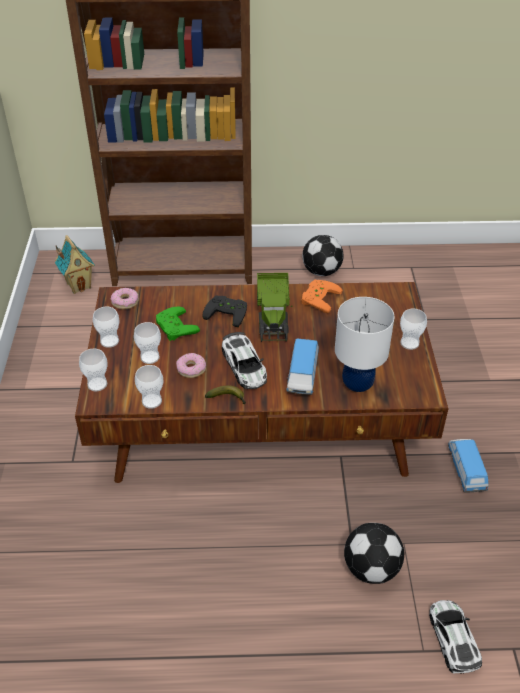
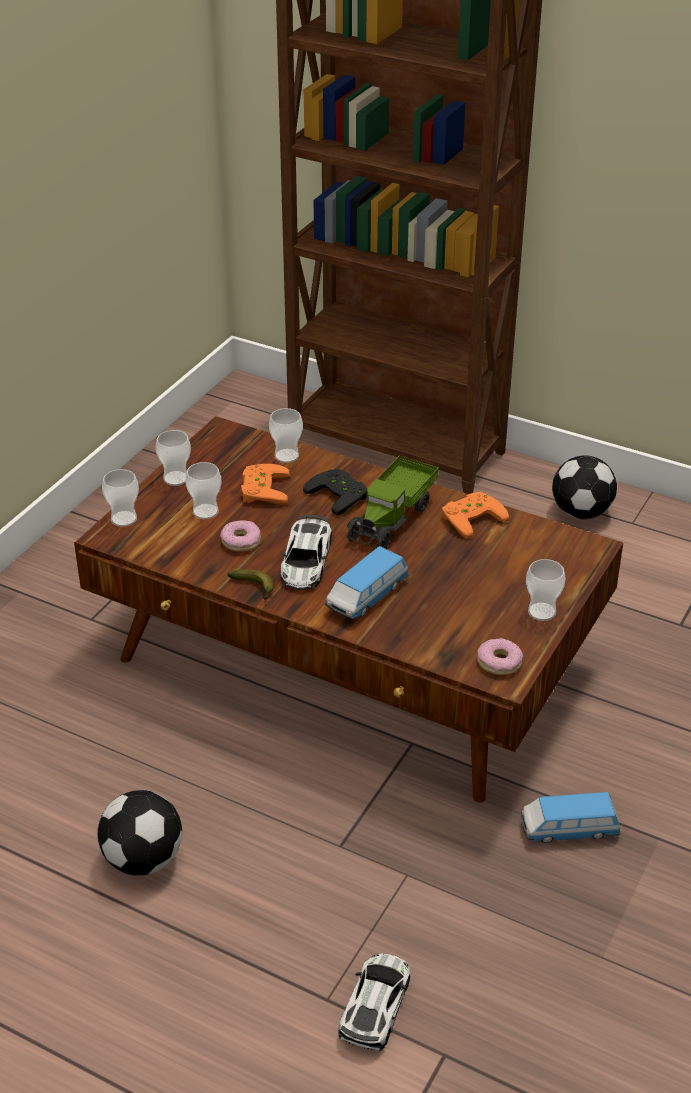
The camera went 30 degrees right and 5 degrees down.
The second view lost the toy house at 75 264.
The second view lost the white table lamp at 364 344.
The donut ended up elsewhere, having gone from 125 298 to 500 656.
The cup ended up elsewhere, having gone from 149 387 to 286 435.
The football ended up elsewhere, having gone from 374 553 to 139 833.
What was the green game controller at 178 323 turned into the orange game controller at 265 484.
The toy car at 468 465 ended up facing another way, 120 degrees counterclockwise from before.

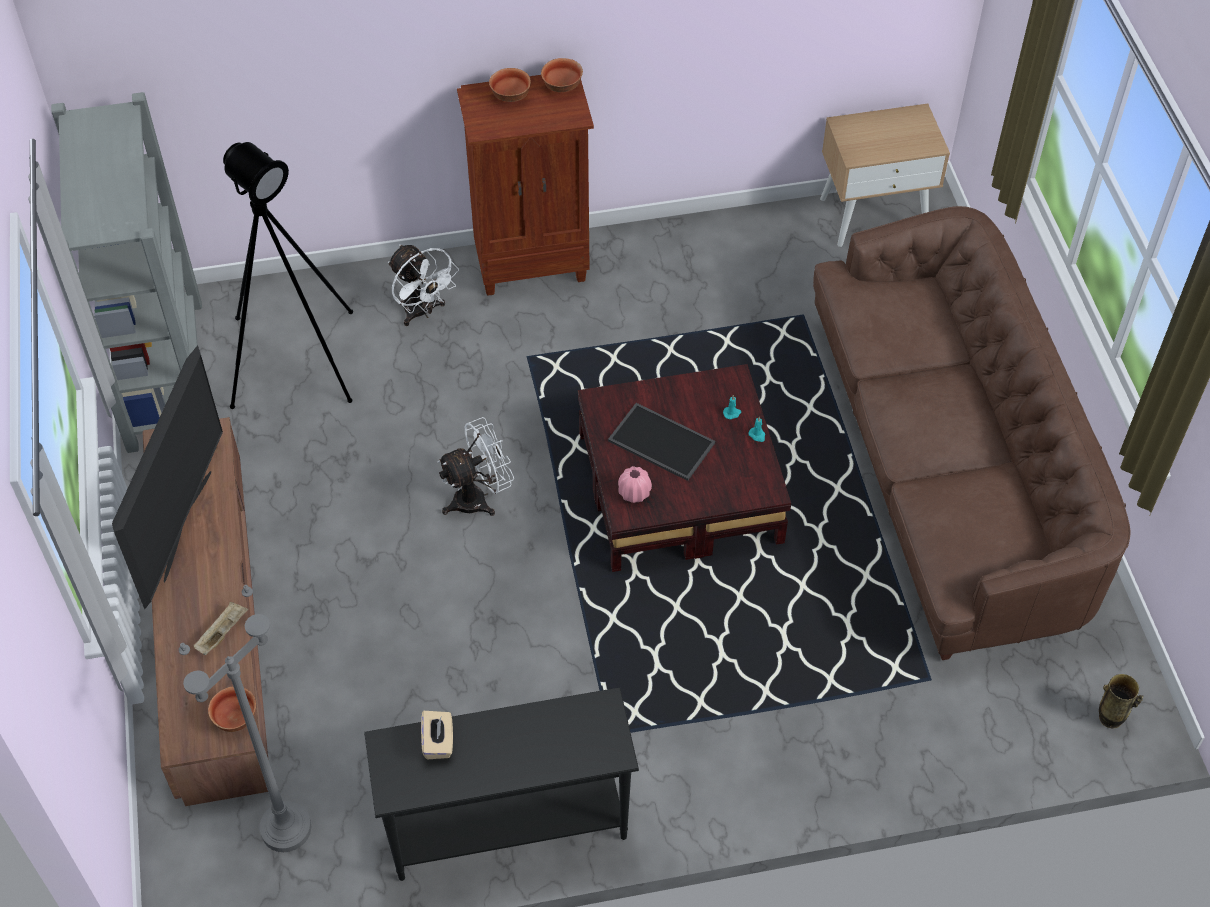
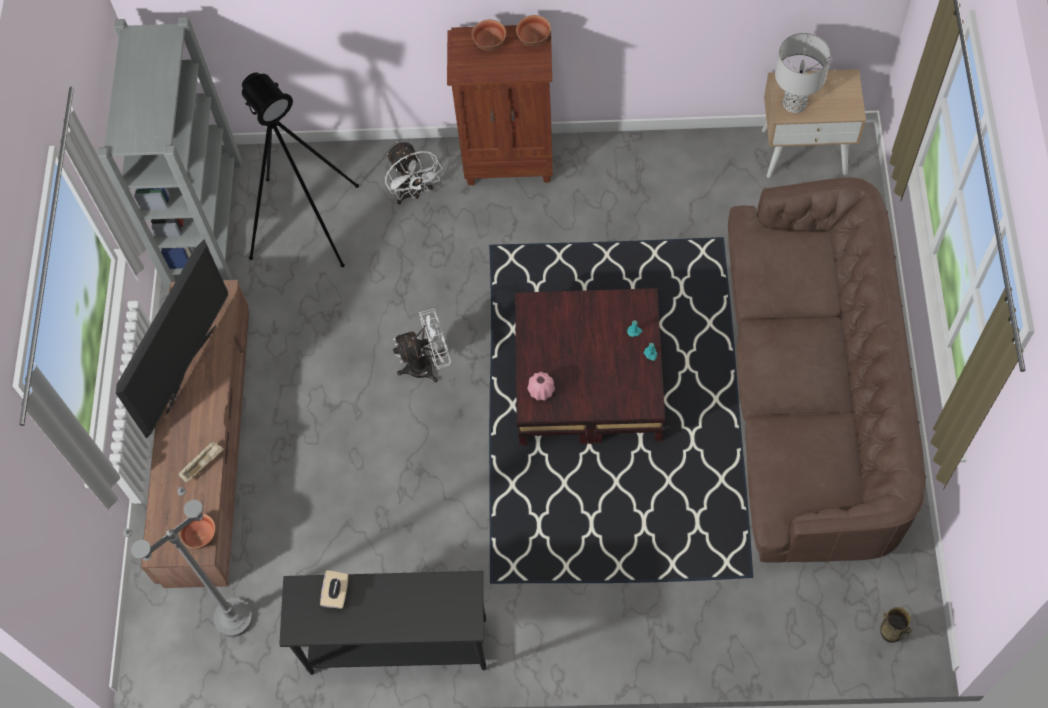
The camera went 15 degrees right and 10 degrees up.
The second view lost the tray at 661 442.
The second view gained the white table lamp at 803 73.

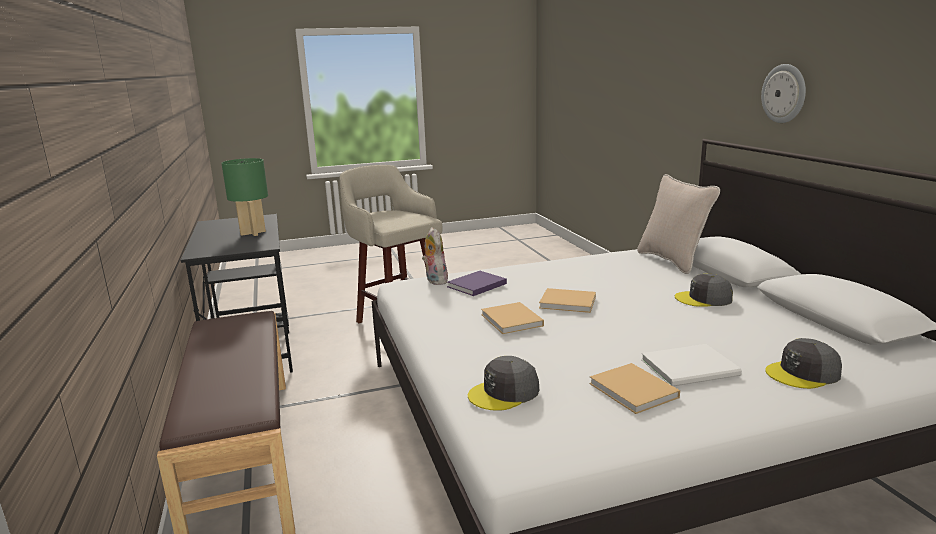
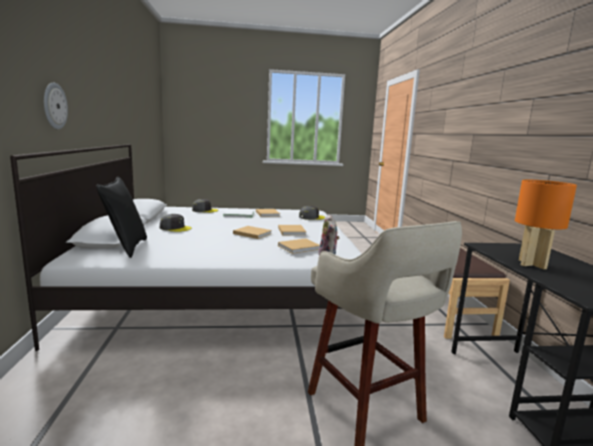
The camera went 170 degrees left and 5 degrees down.
What was the green table lamp at 244 197 turned into the orange table lamp at 546 224.
What was the purple book at 477 283 turned into the beige book at 299 246.
What was the beige pillow at 678 224 turned into the black pillow at 121 217.

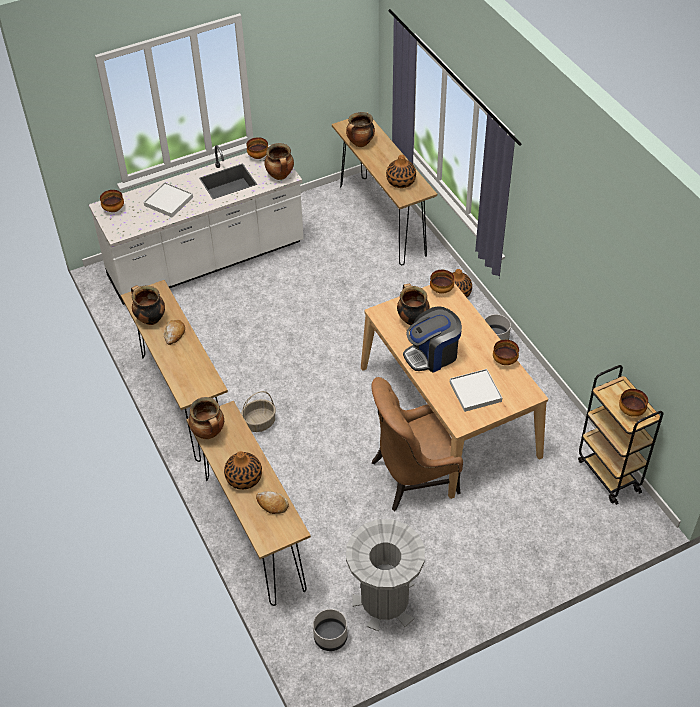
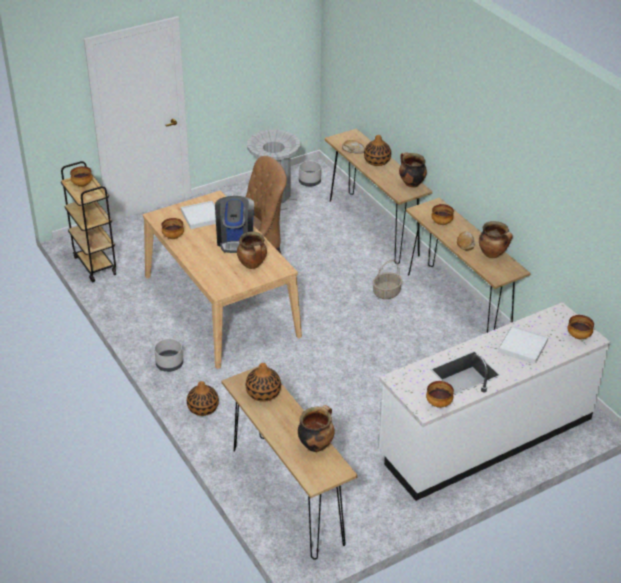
The camera went 175 degrees right and 10 degrees down.
The second view lost the cooking pot at 279 161.
The bowl ended up elsewhere, having gone from 442 282 to 442 214.
The coffee machine at 432 339 ended up facing another way, 120 degrees clockwise from before.

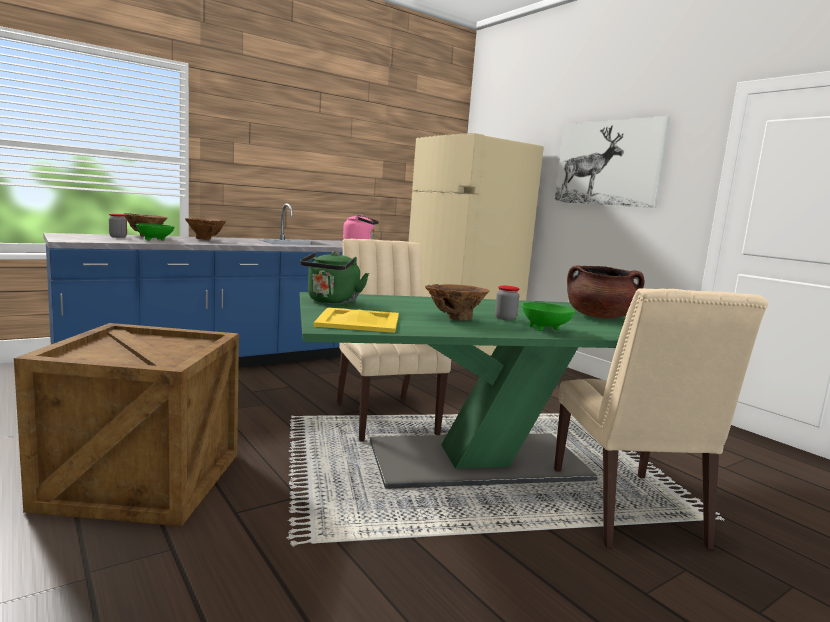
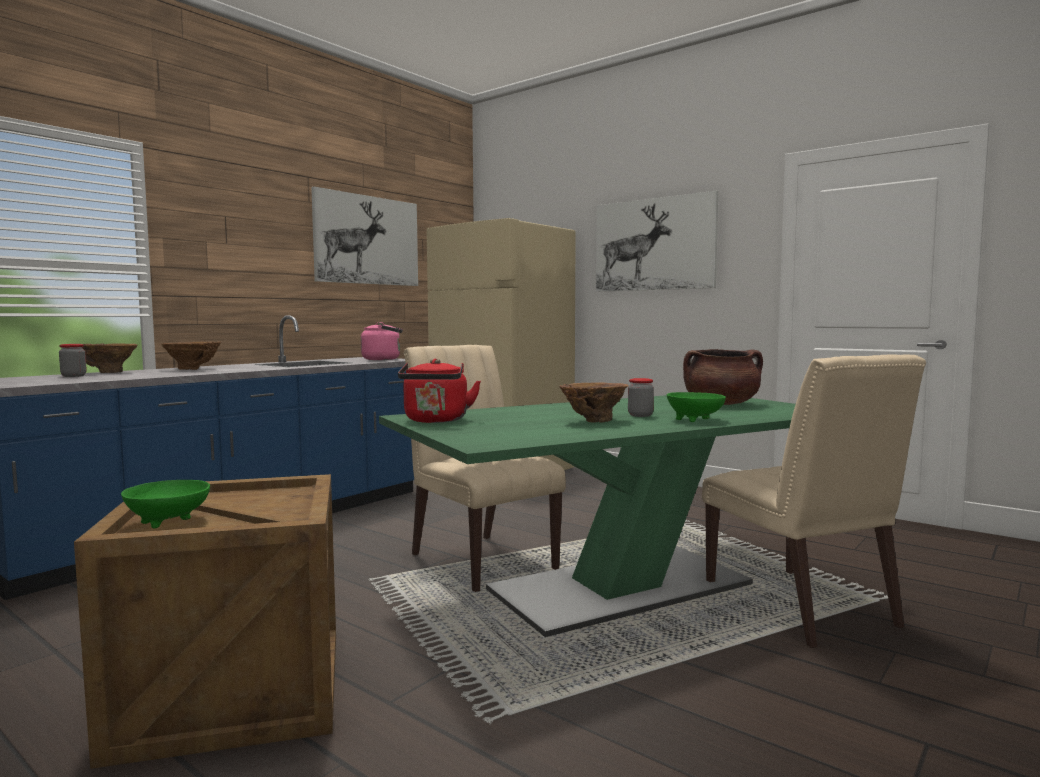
The camera went 15 degrees left and 5 degrees down.
The second view lost the yellow tray at 356 320.
The second view gained the picture at 364 236.
The green bowl ended up elsewhere, having gone from 155 232 to 165 504.
What was the green kettle at 334 277 turned into the red kettle at 439 391.

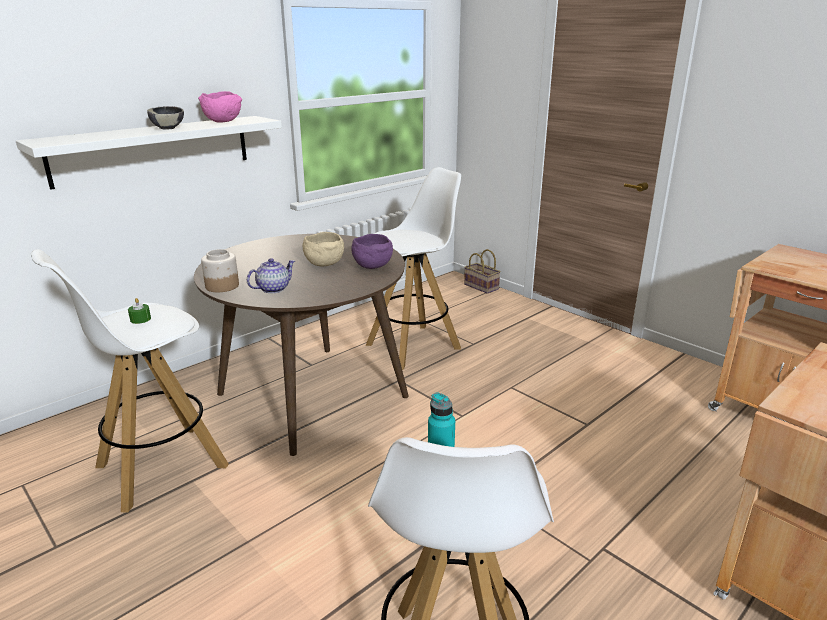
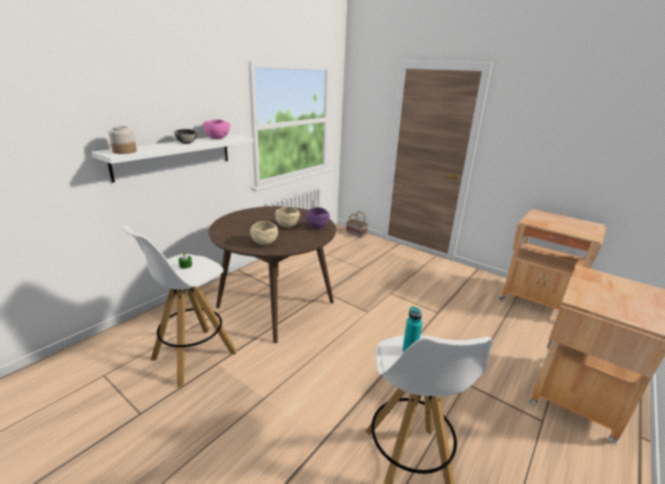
The camera went 10 degrees left and 0 degrees up.
The second view lost the white stool at 413 268.
The jar ended up elsewhere, having gone from 220 270 to 122 140.
Where the teapot stood at 271 275, the beige bowl came to stand at 264 233.

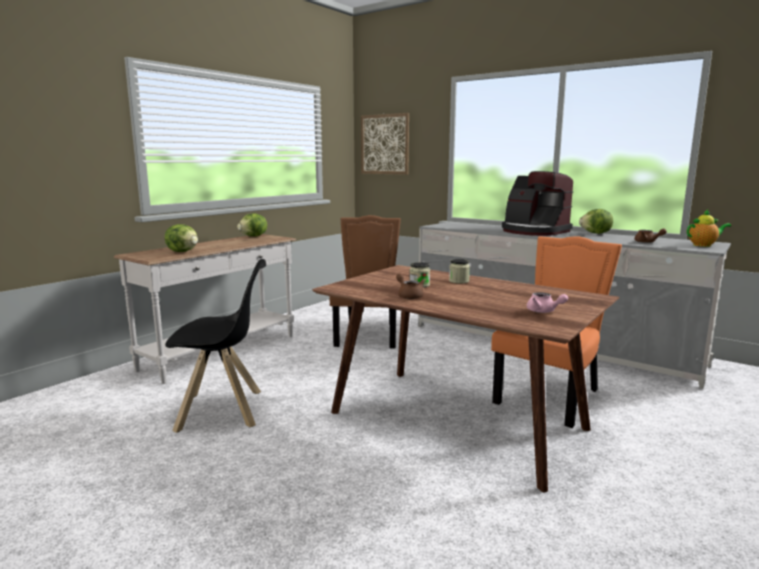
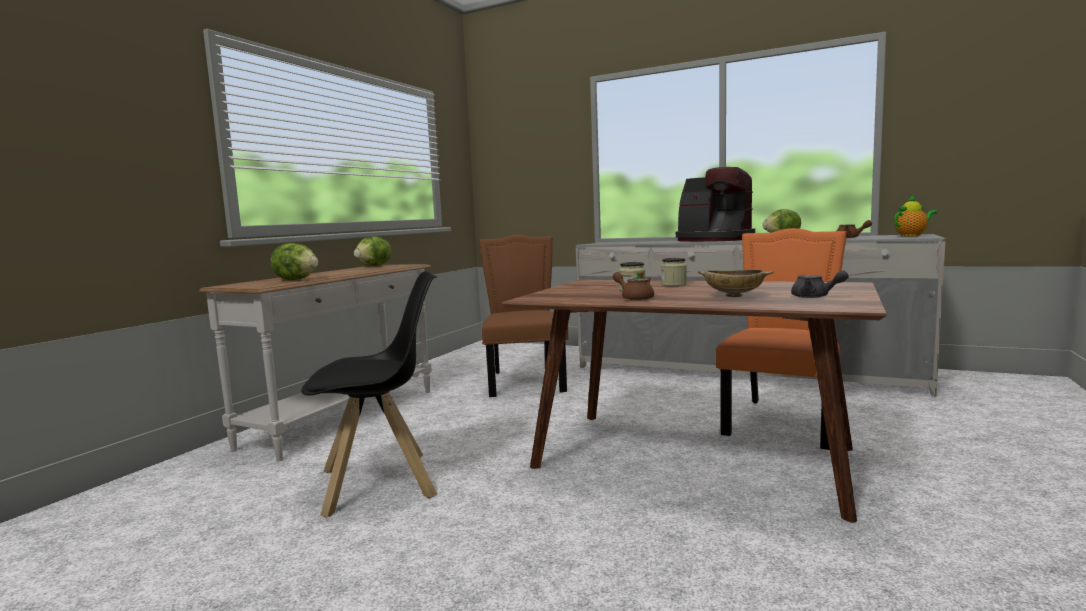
The camera went 10 degrees left and 5 degrees down.
The second view lost the picture at 385 144.
The second view gained the beige bowl at 735 283.
What was the pink teapot at 547 302 turned into the grey teapot at 820 284.

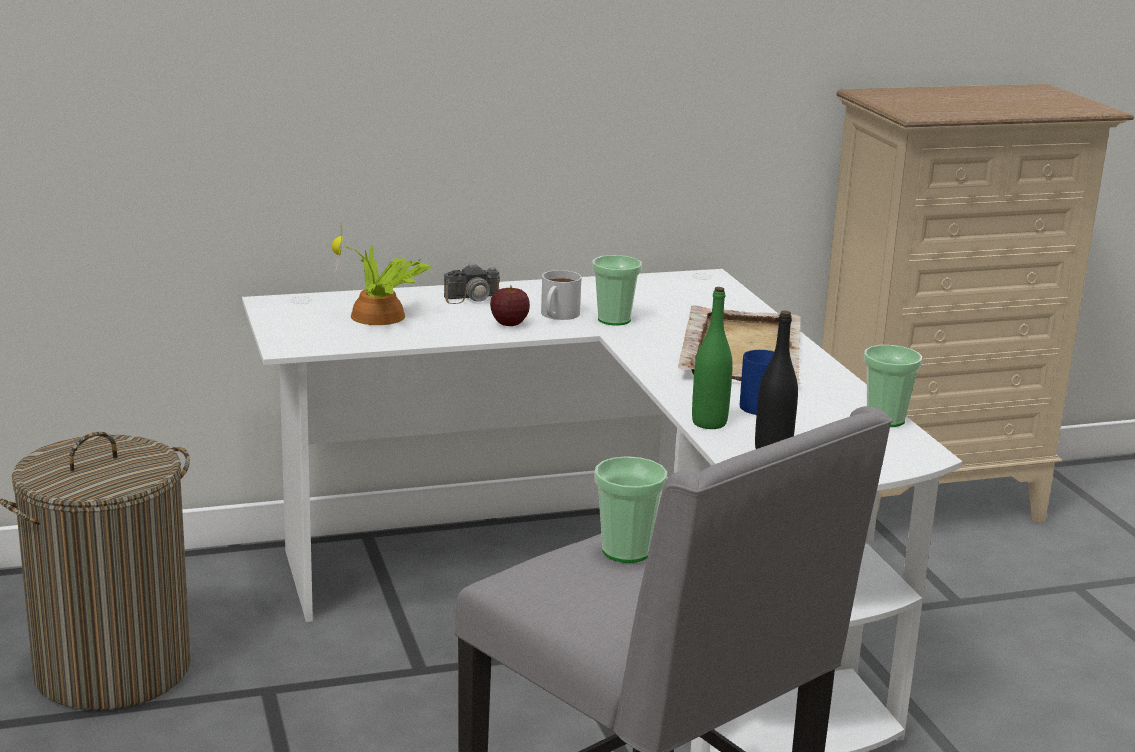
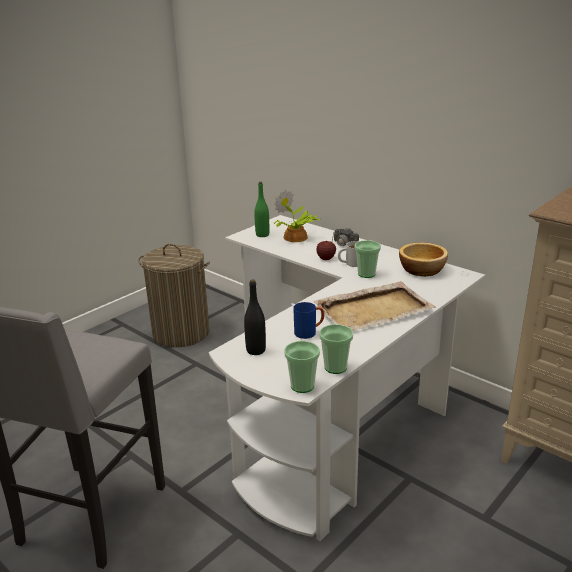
The camera went 60 degrees right and 5 degrees up.
The second view gained the bowl at 423 259.
The cup ended up elsewhere, having gone from 630 509 to 302 367.
The green bottle ended up elsewhere, having gone from 712 358 to 261 209.

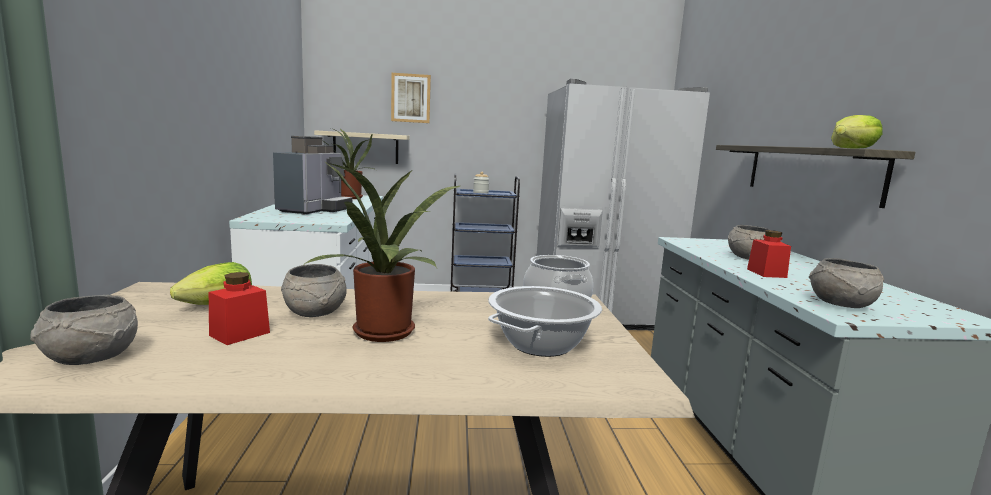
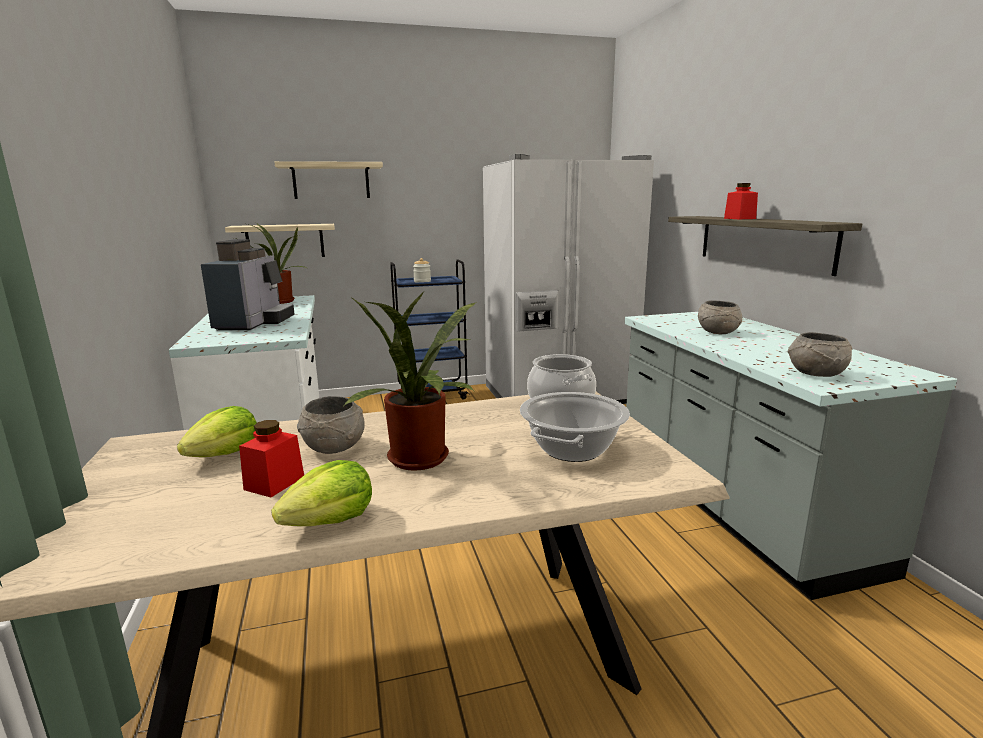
The camera went 10 degrees left and 5 degrees up.
The second view lost the grey bowl at 84 330.
The red jar ended up elsewhere, having gone from 769 254 to 741 201.
The lettuce ended up elsewhere, having gone from 857 132 to 321 493.
Where the picture hung at 411 98, the shelf came to hang at 328 180.

